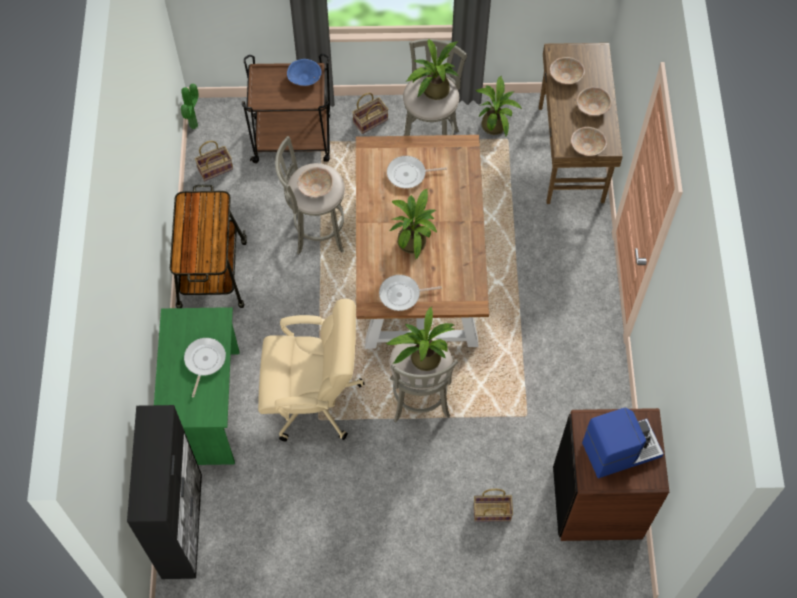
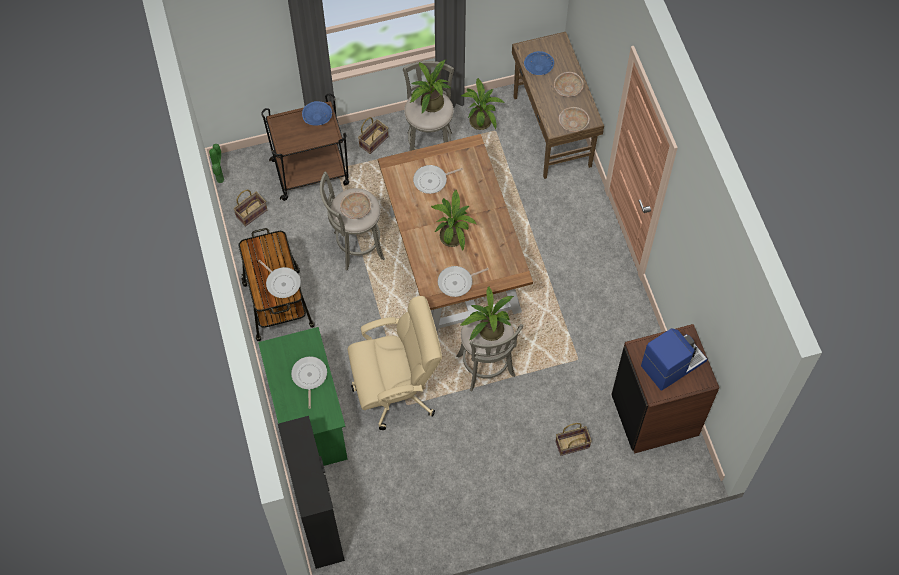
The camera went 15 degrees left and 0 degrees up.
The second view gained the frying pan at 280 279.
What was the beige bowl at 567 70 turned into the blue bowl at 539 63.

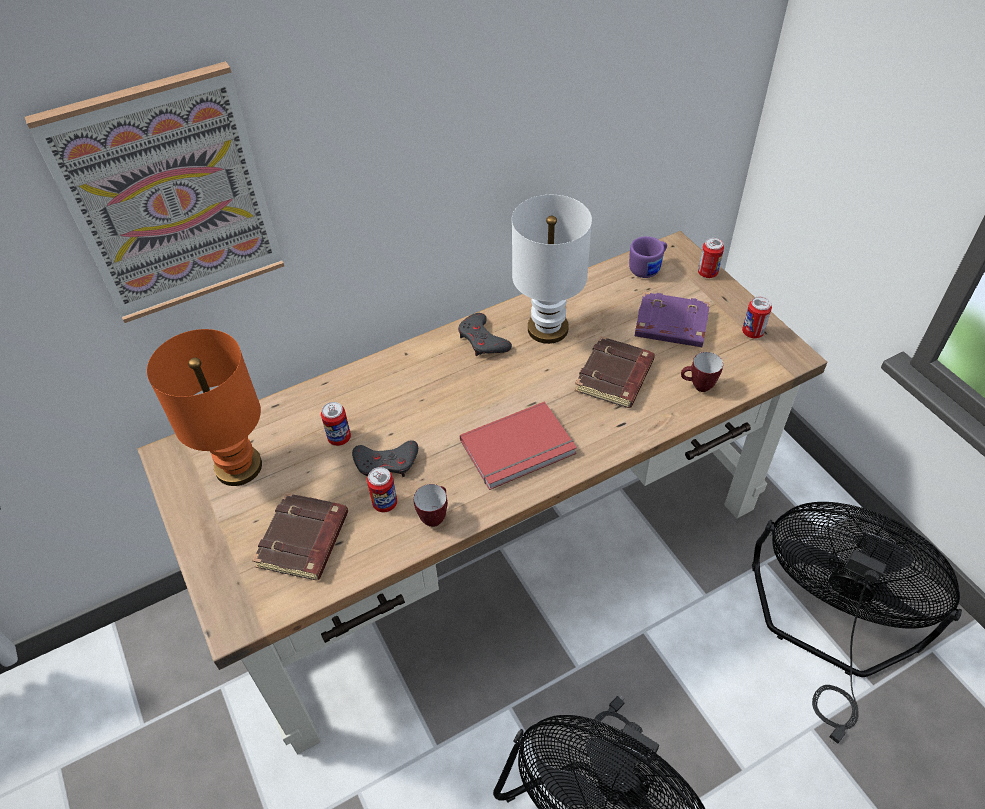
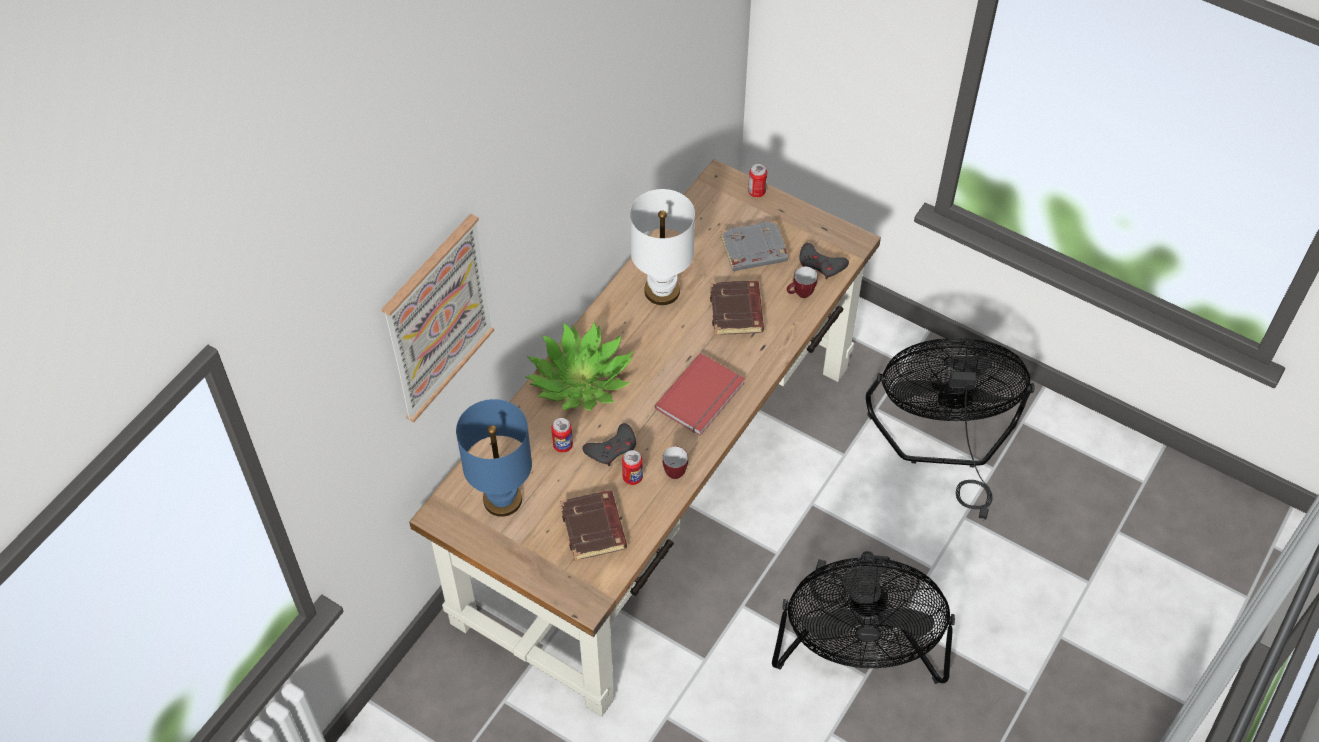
The camera went 30 degrees left and 5 degrees up.
The second view lost the purple mug at 648 257.
The second view lost the can at 757 317.
The second view gained the potted plant at 579 366.
The grey game controller ended up elsewhere, having gone from 485 334 to 824 261.
What was the orange table lamp at 204 407 turned into the blue table lamp at 494 458.
What was the purple book at 672 319 turned into the grey book at 754 246.

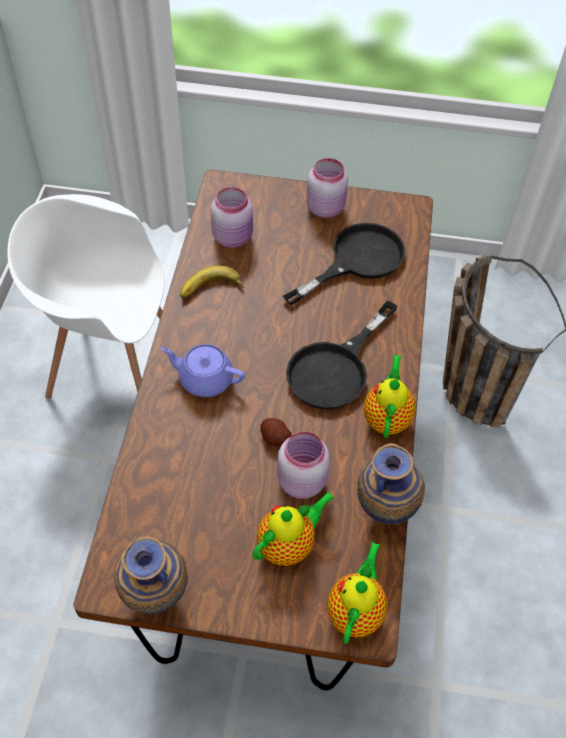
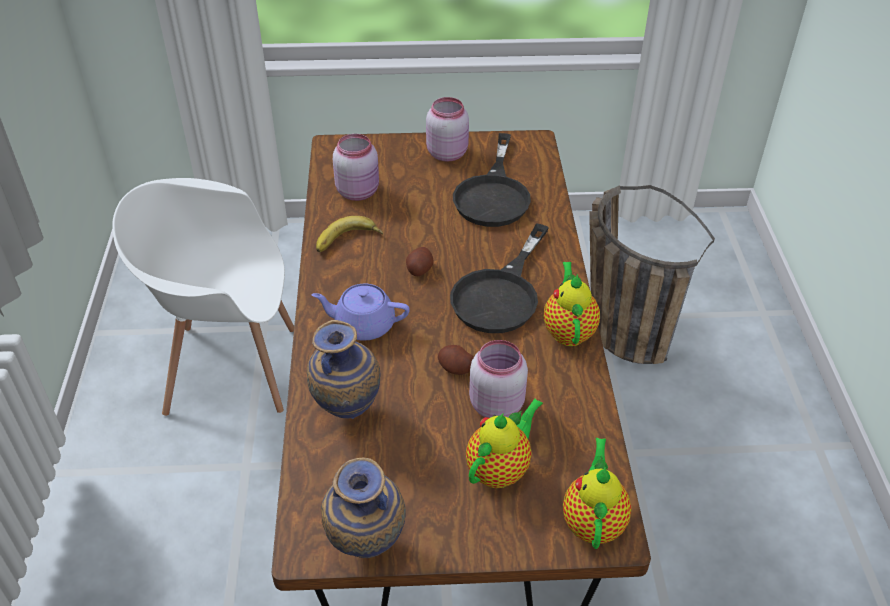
The camera went 10 degrees left and 10 degrees down.
The second view gained the potato at 420 261.
The vase ended up elsewhere, having gone from 391 484 to 344 369.
The black frying pan at 344 264 ended up facing another way, 150 degrees clockwise from before.

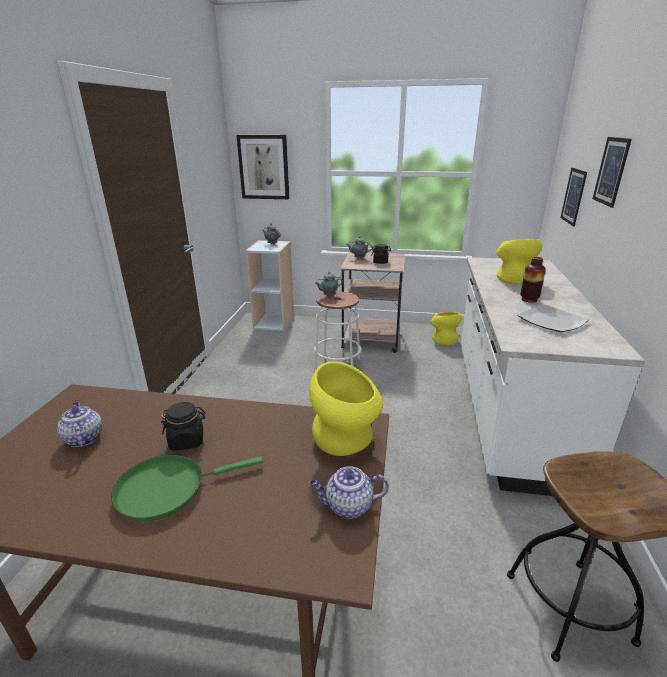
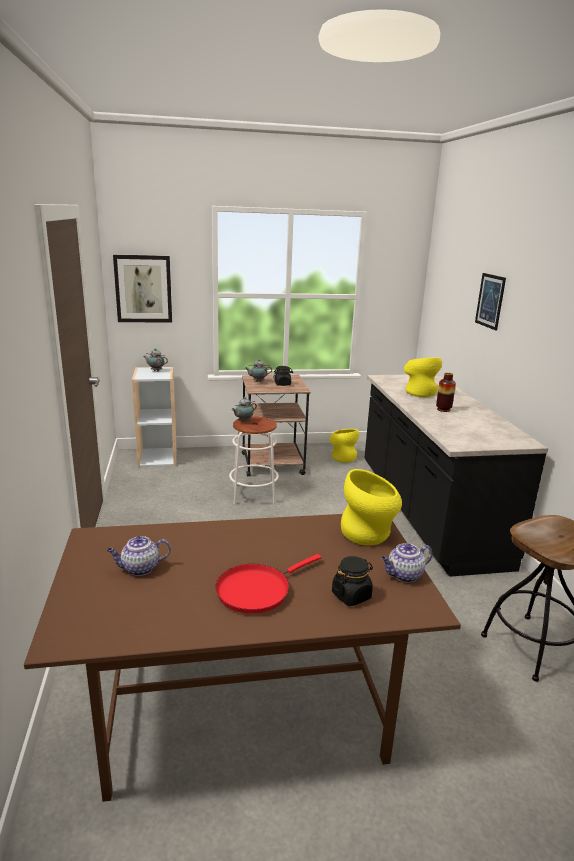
The camera went 20 degrees left and 5 degrees down.
The second view lost the plate at 553 318.
The second view lost the picture at 573 197.
The black jar ended up elsewhere, having gone from 183 426 to 352 581.
What was the green frying pan at 187 488 turned into the red frying pan at 268 584.
What was the white counter at 553 376 turned into the black counter at 456 475.
The teapot at 79 423 ended up facing another way, 60 degrees counterclockwise from before.

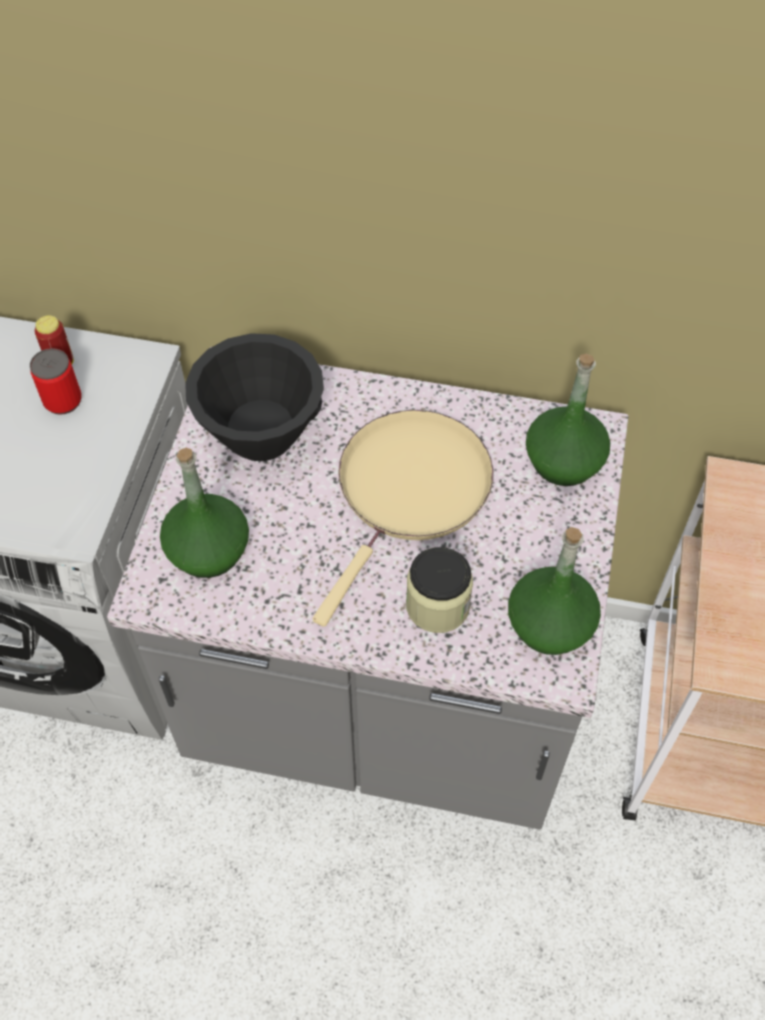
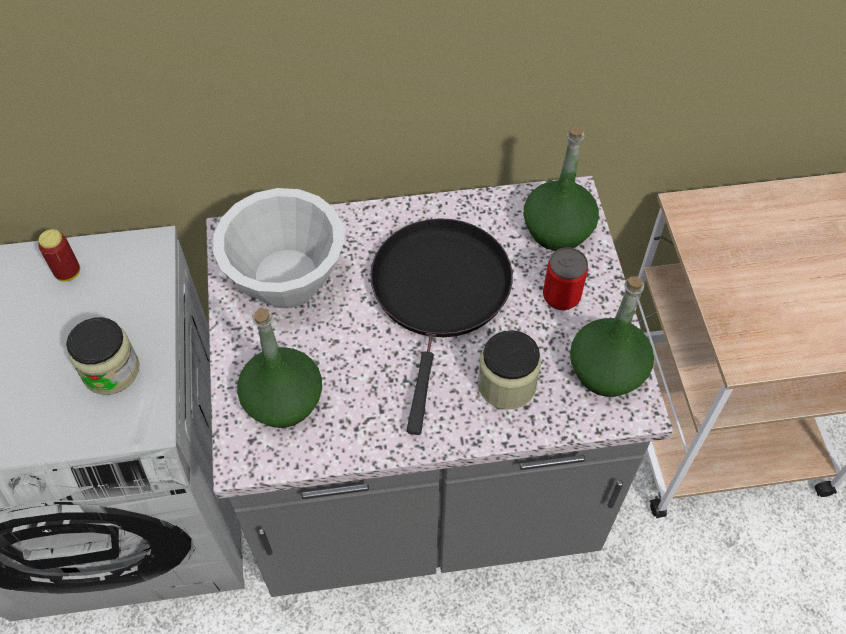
The camera went 20 degrees left and 0 degrees up.
The second view gained the jar at 103 356.
The can ended up elsewhere, having gone from 56 381 to 565 278.
What was the black bowl at 254 397 turned into the white bowl at 278 248.
What was the beige frying pan at 402 518 turned into the black frying pan at 441 326.

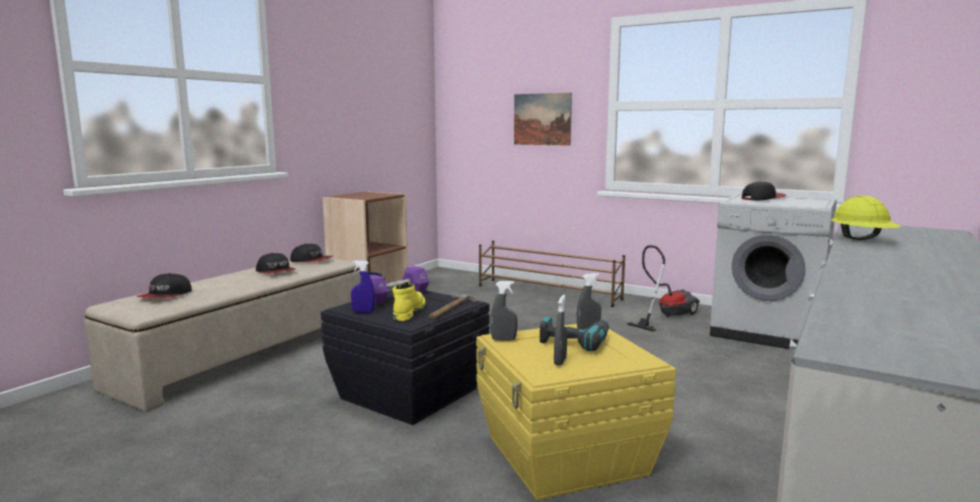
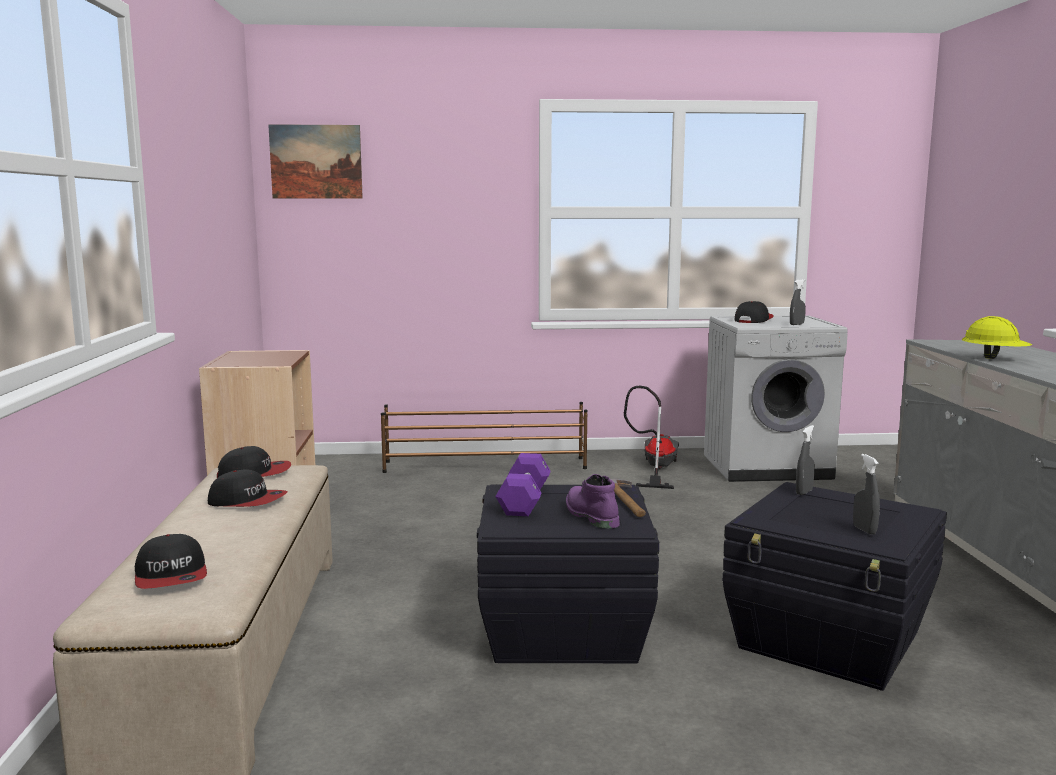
The camera went 35 degrees left and 0 degrees up.
The second view lost the blue spray bottle at 363 286.
The second view lost the power drill at 574 333.
The grey spray bottle ended up elsewhere, having gone from 503 311 to 798 302.
The picture ended up elsewhere, having gone from 543 119 to 315 161.
What was the yellow boot at 408 301 turned into the purple boot at 593 501.
What was the yellow storage box at 576 412 turned into the black storage box at 834 586.

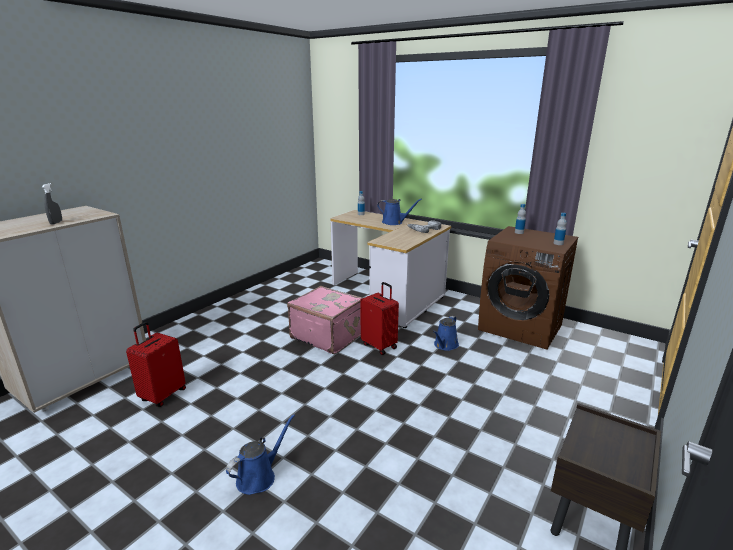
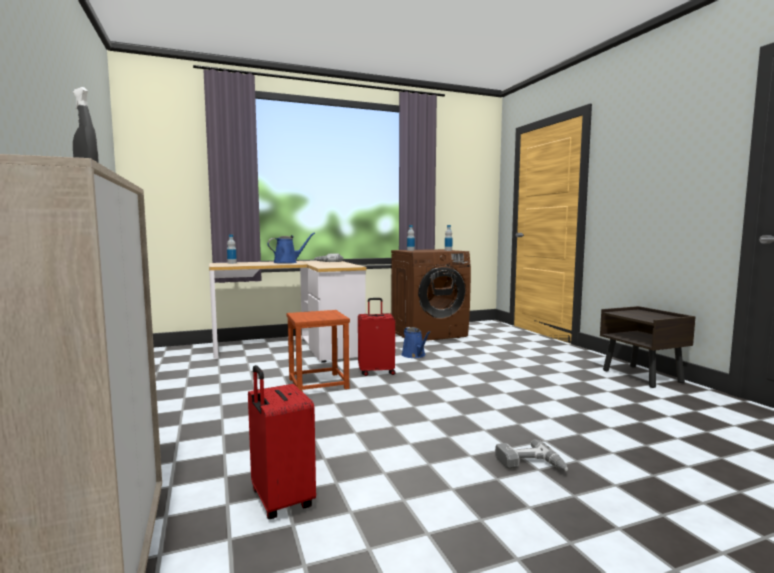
The camera went 55 degrees left and 15 degrees down.
Where the blue watering can stood at 260 454, the power drill came to stand at 531 455.
Where the pink suitcase stood at 324 320, the brown stool came to stand at 318 351.

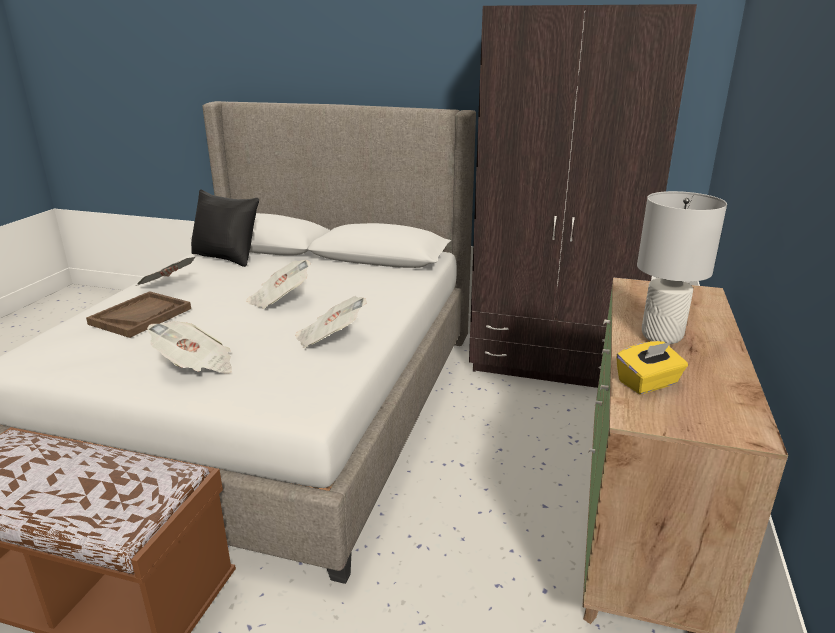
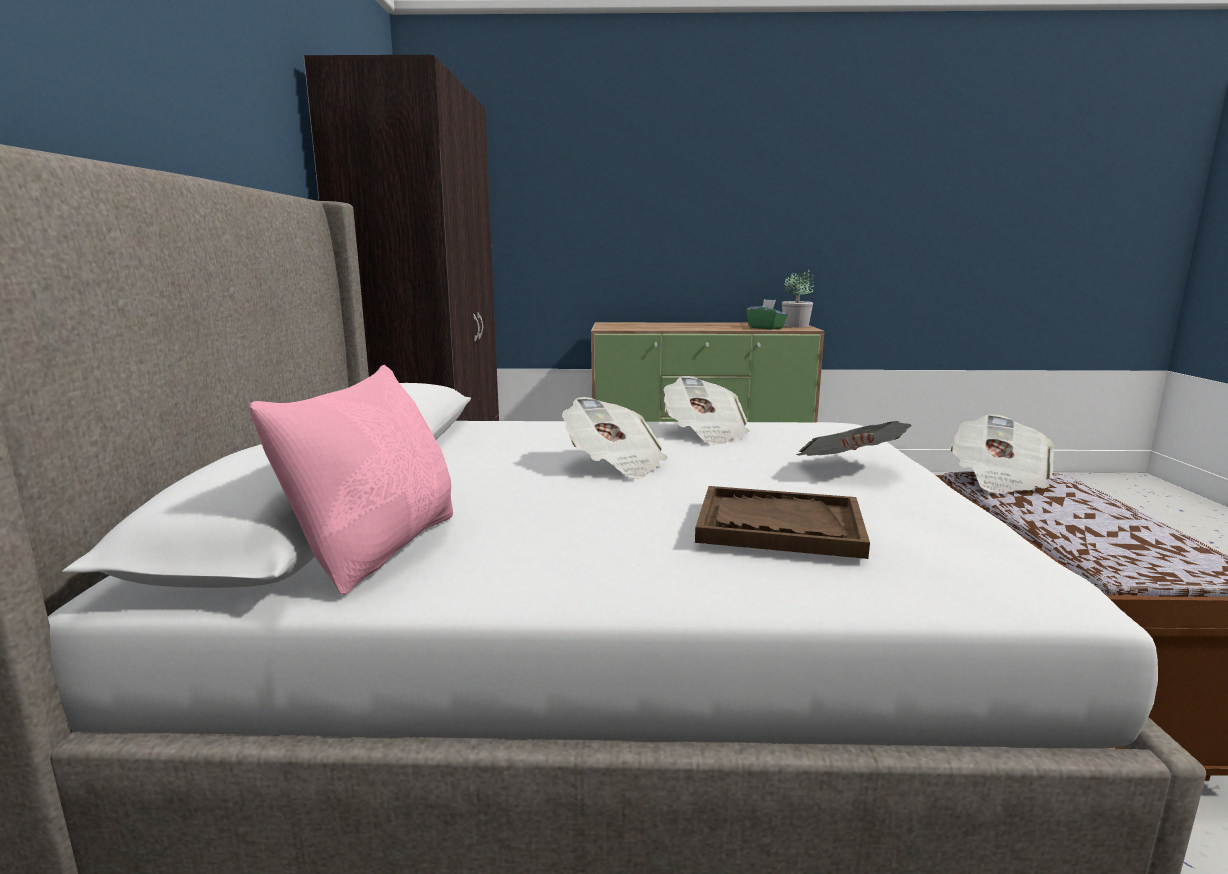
The camera went 105 degrees left and 10 degrees down.
The second view lost the grey table lamp at 682 267.
The second view gained the potted plant at 798 298.
The newspaper ended up elsewhere, having gone from 166 271 to 1002 453.
What was the black pillow at 225 228 turned into the pink pillow at 351 480.
What was the yellow tissue box at 652 367 turned into the green tissue box at 767 314.

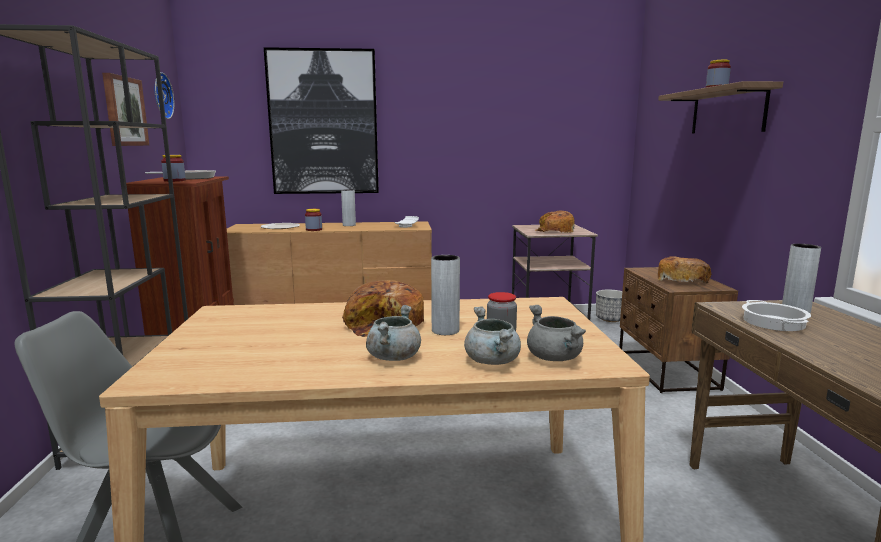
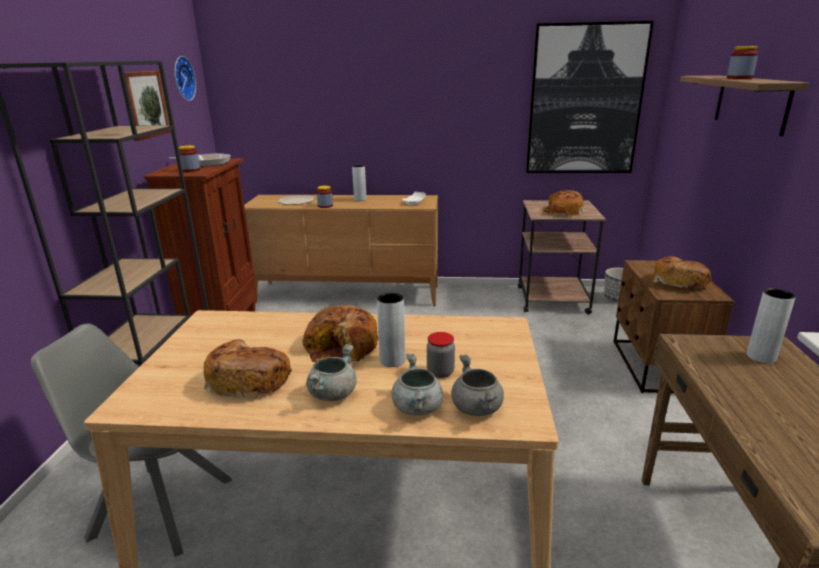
The camera went 10 degrees right and 10 degrees up.
The second view lost the cooking pot at 776 315.
The second view gained the bread at 248 368.
The picture ended up elsewhere, having gone from 321 120 to 590 97.

